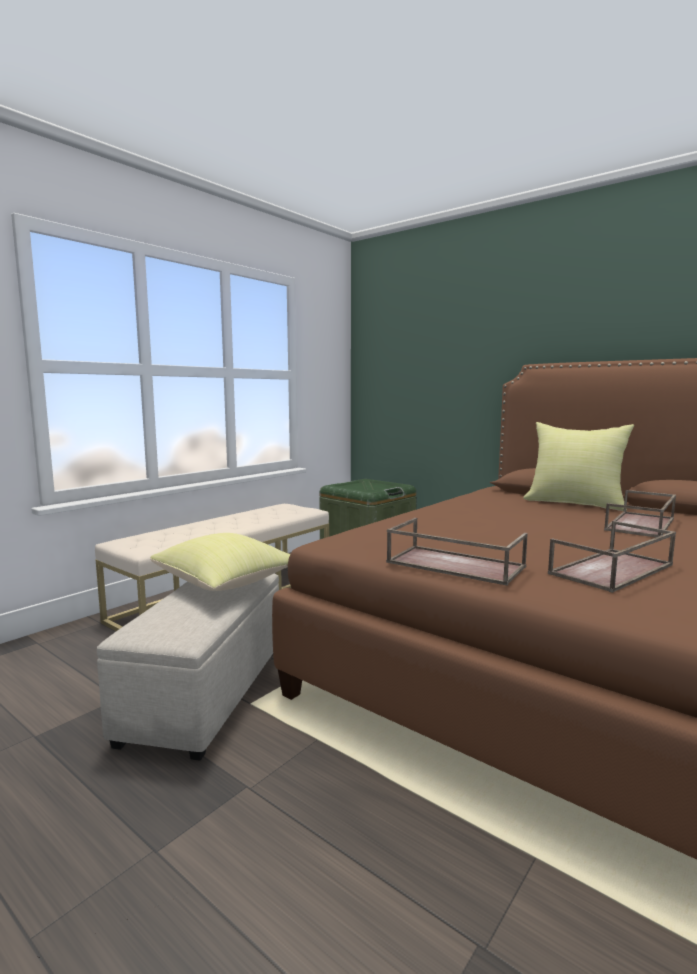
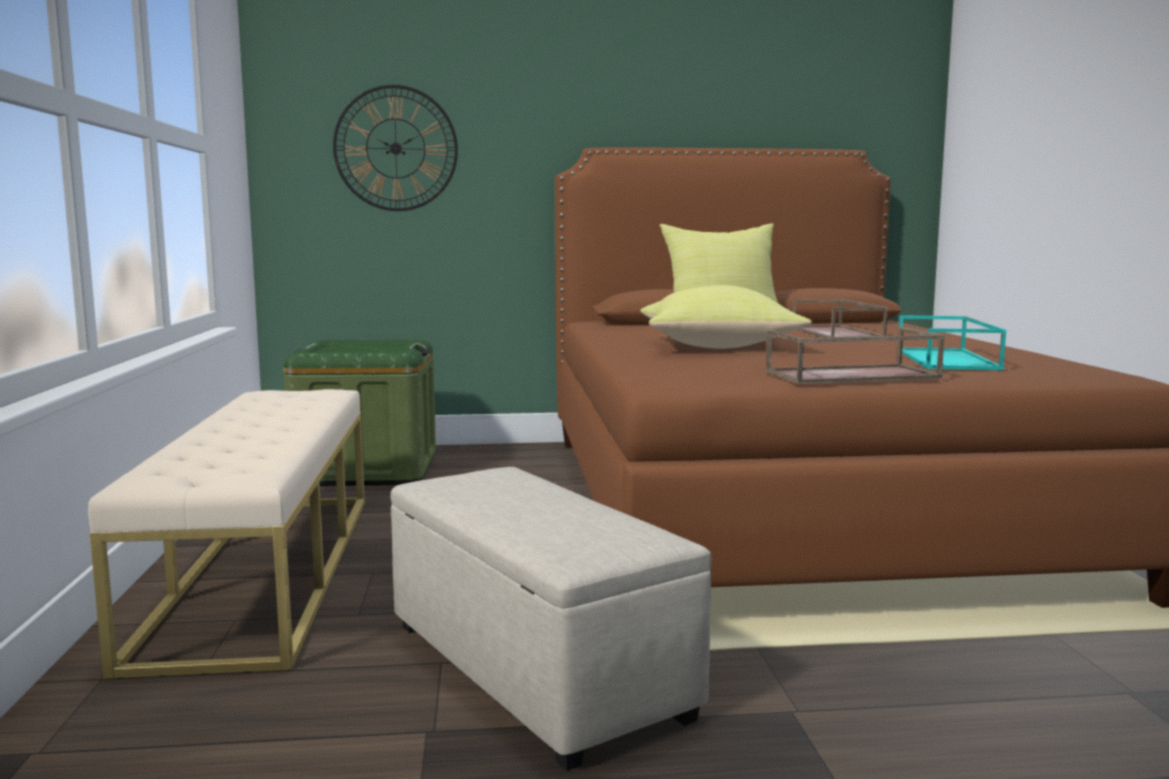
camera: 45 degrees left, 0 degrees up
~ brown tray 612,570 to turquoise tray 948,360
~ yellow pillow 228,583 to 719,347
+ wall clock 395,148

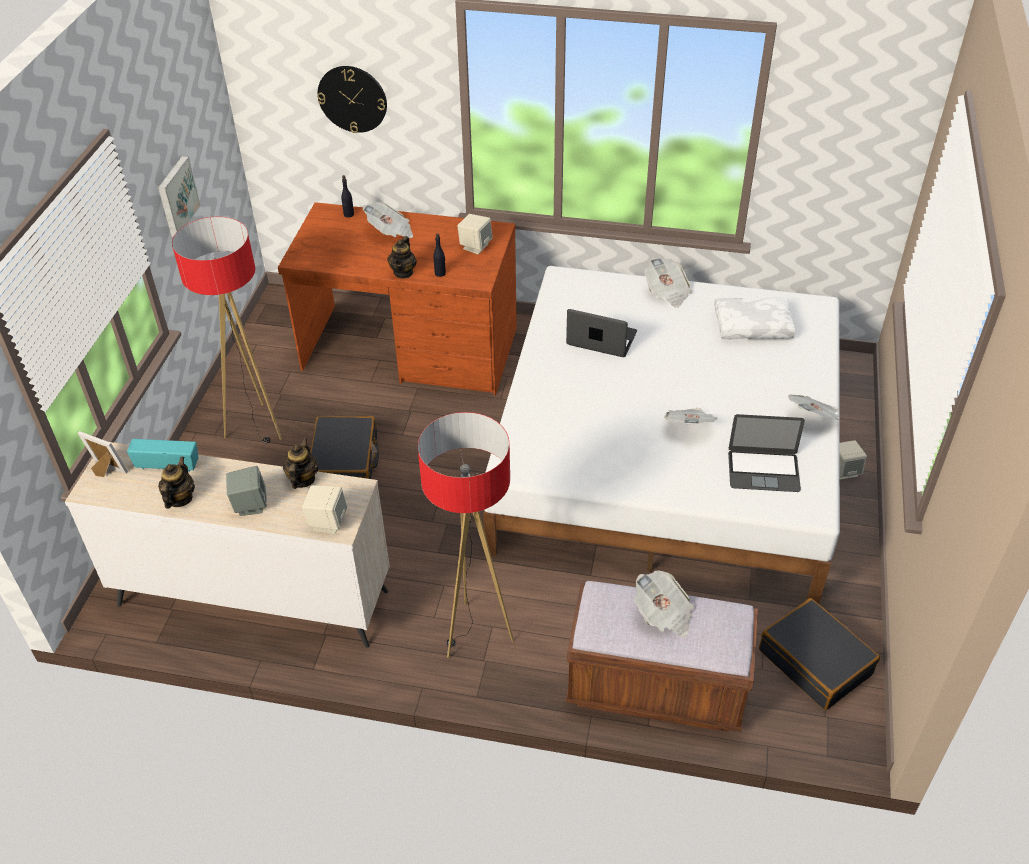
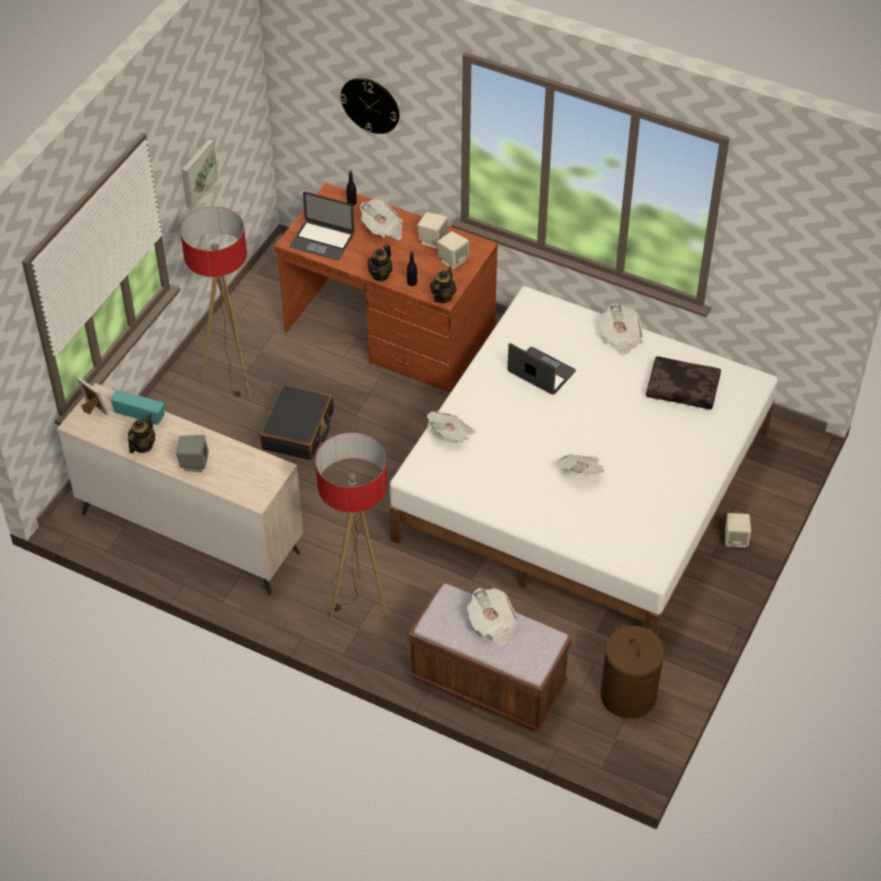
camera: 15 degrees right, 5 degrees up
~ white pillow 753,325 to brown pillow 683,388
~ newspaper 813,417 to 451,435
~ laptop 763,471 to 322,240
~ teapot 302,479 to 442,297
~ beige speaker 327,522 to 432,240
~ black suitcase 815,662 to brown laundry basket 628,695

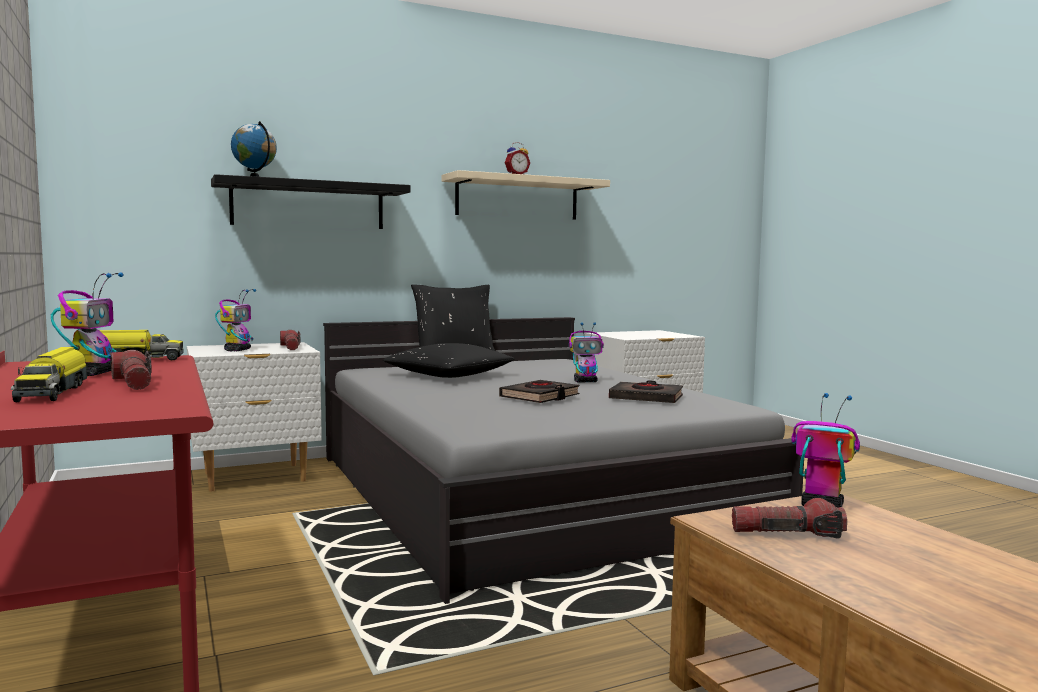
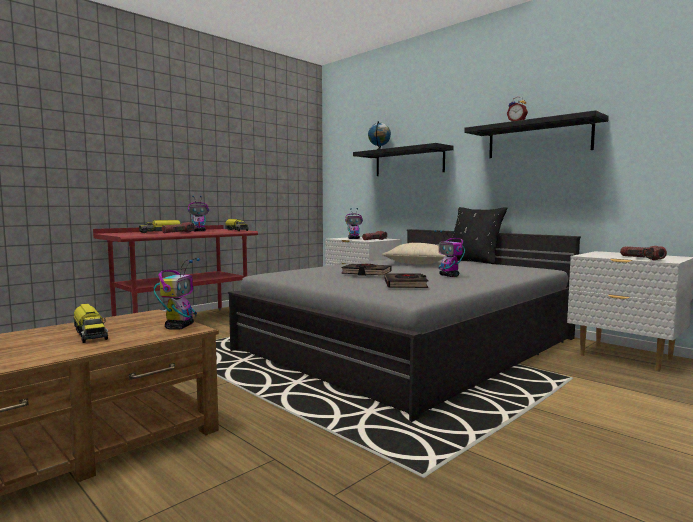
camera: 70 degrees right, 0 degrees up
~ beige shelf 517,198 to black shelf 538,139
~ black pillow 449,375 to beige pillow 418,263
~ flashlight 787,534 to 641,258
+ toy truck 90,333

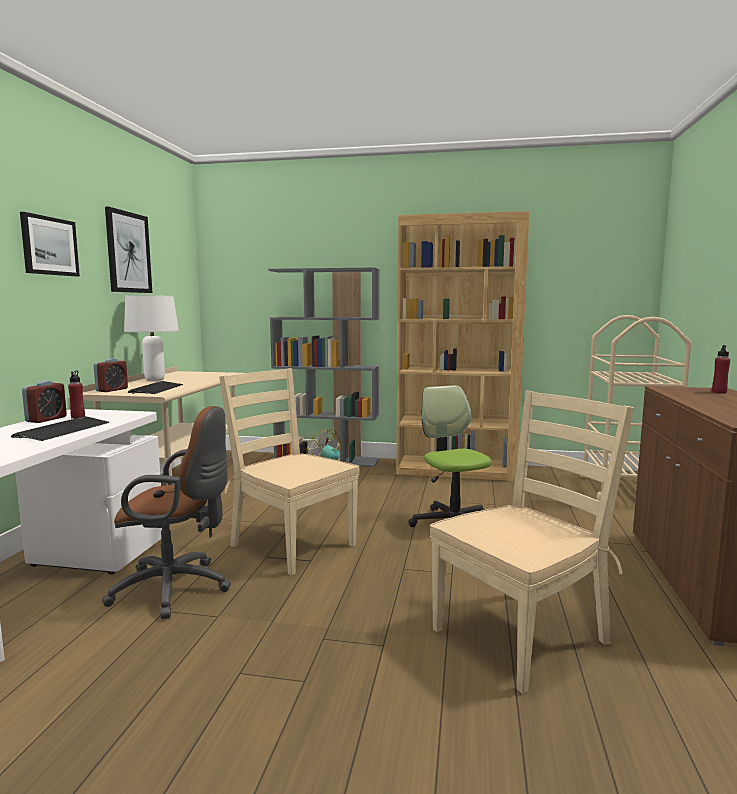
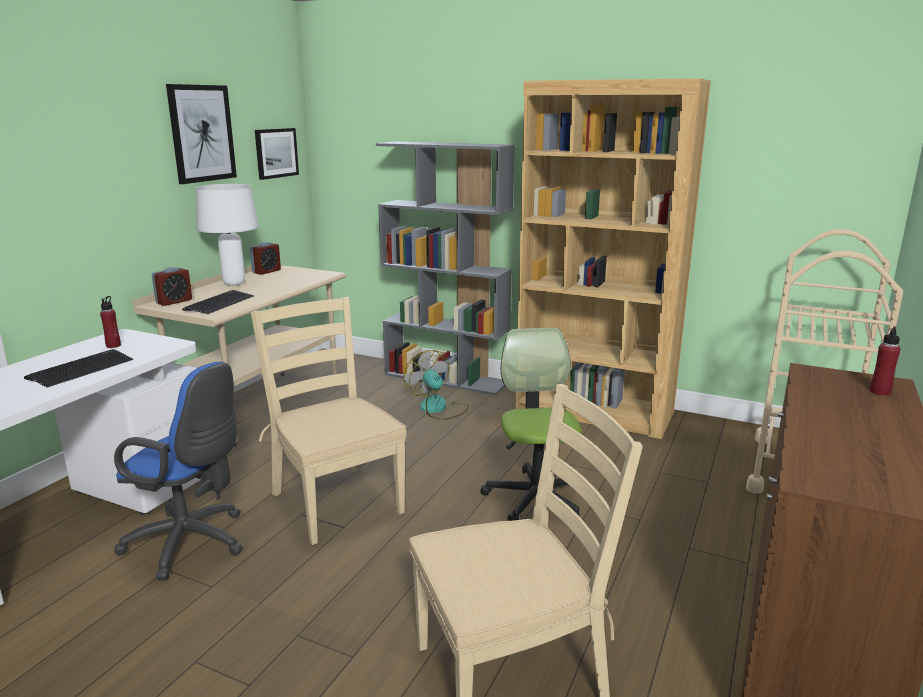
camera: 15 degrees right, 10 degrees up
~ picture 49,246 to 276,153
~ alarm clock 46,419 to 266,271
~ brown office chair 177,589 to blue office chair 192,544

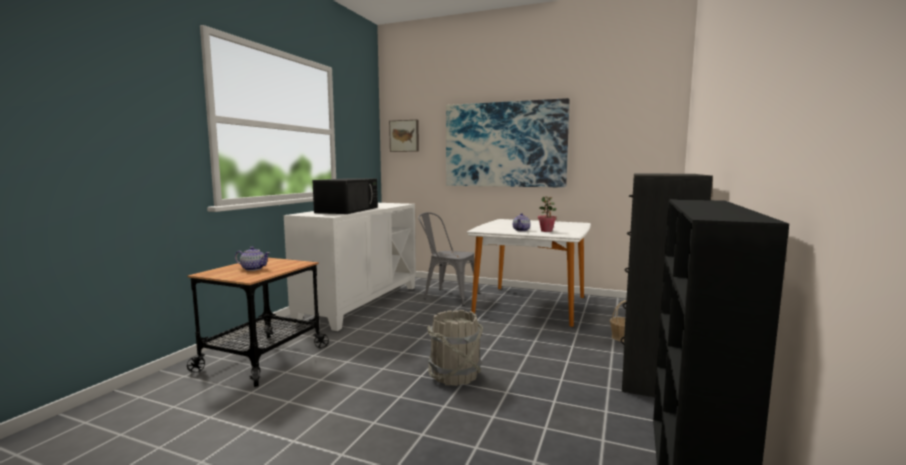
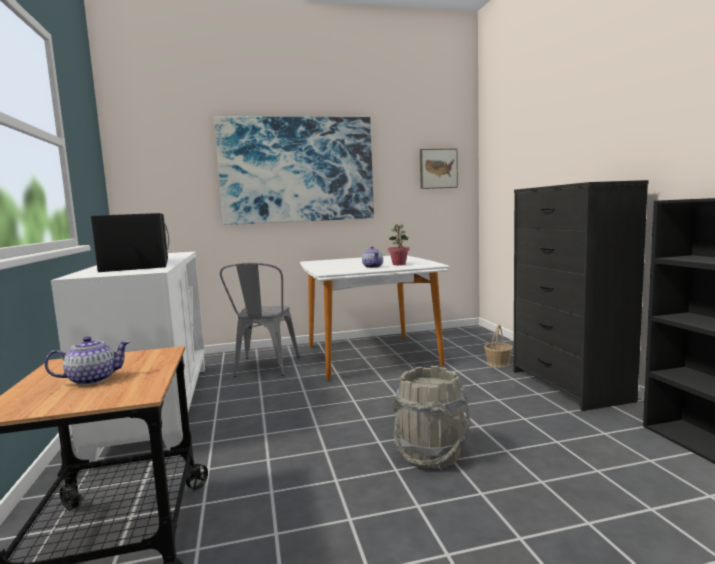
camera: 35 degrees left, 0 degrees up
~ picture 404,136 to 437,168
~ grey chair 447,296 = 264,368 75 degrees counterclockwise

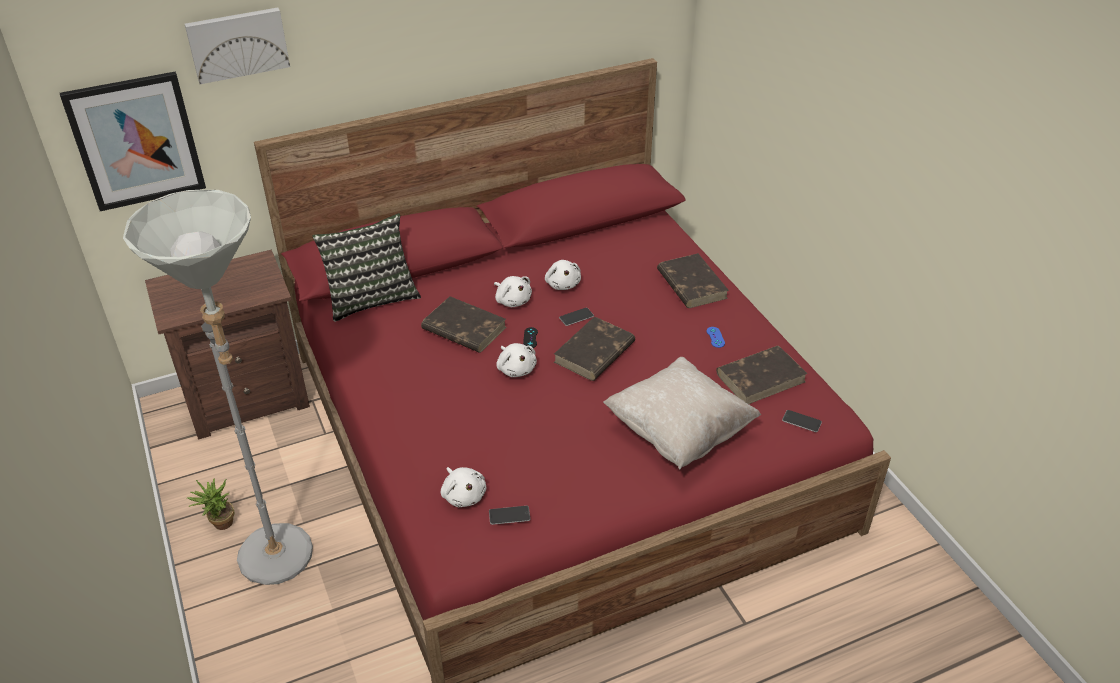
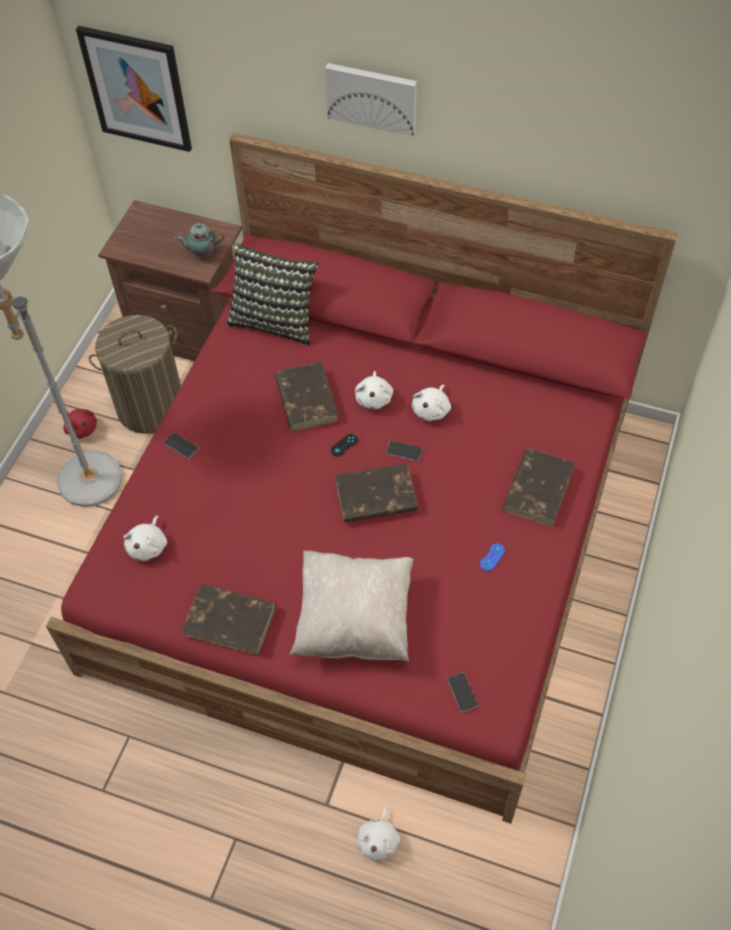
camera: 45 degrees right, 15 degrees up
~ picture 237,44 to 372,97
~ white plush toy 516,368 to 379,840
~ brown book 761,377 to 231,621
~ potted plant 219,525 to red plush toy 81,428
~ phone 509,515 to 181,445
+ teapot 202,254
+ laundry basket 151,407

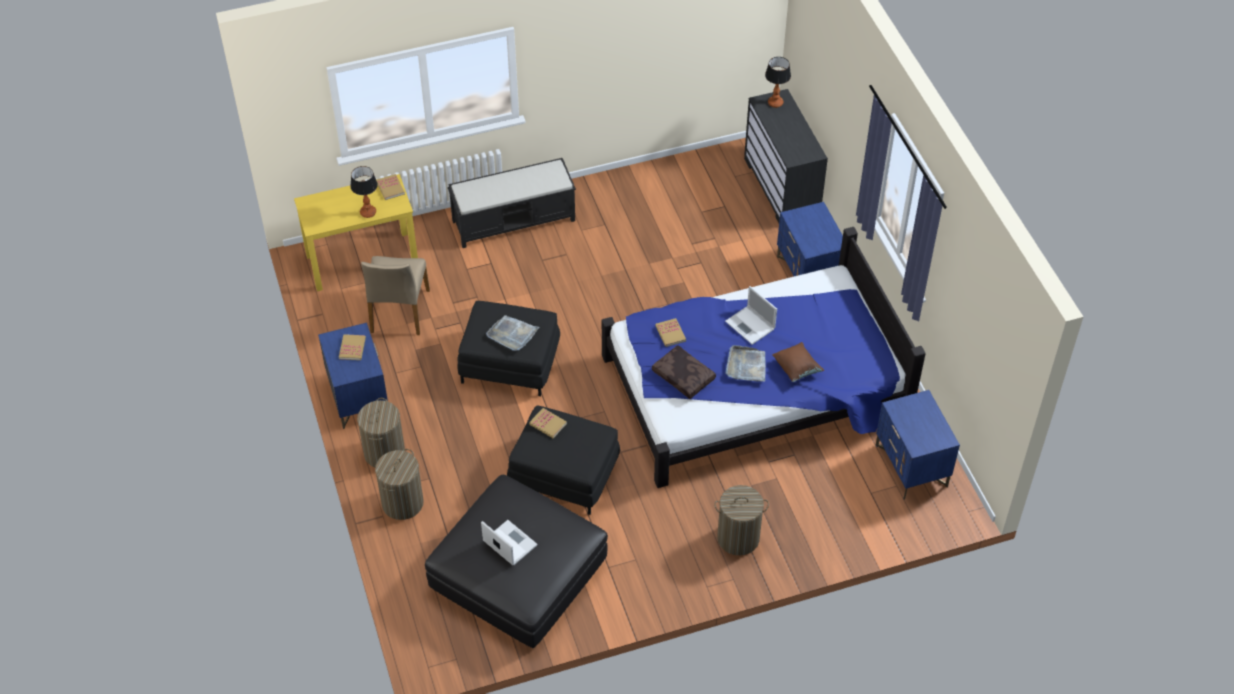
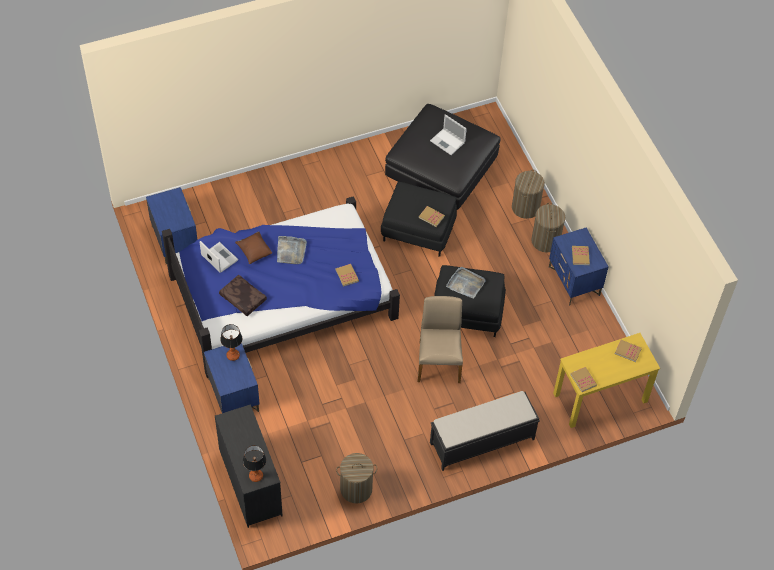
camera: 175 degrees right, 5 degrees up
~ table lamp 367,213 to 233,355
~ beige chair 399,311 to 438,361
~ laptop 751,326 to 219,257
~ brown pillow 684,376 to 242,298
~ laundry basket 738,538 to 356,489
+ book 628,351

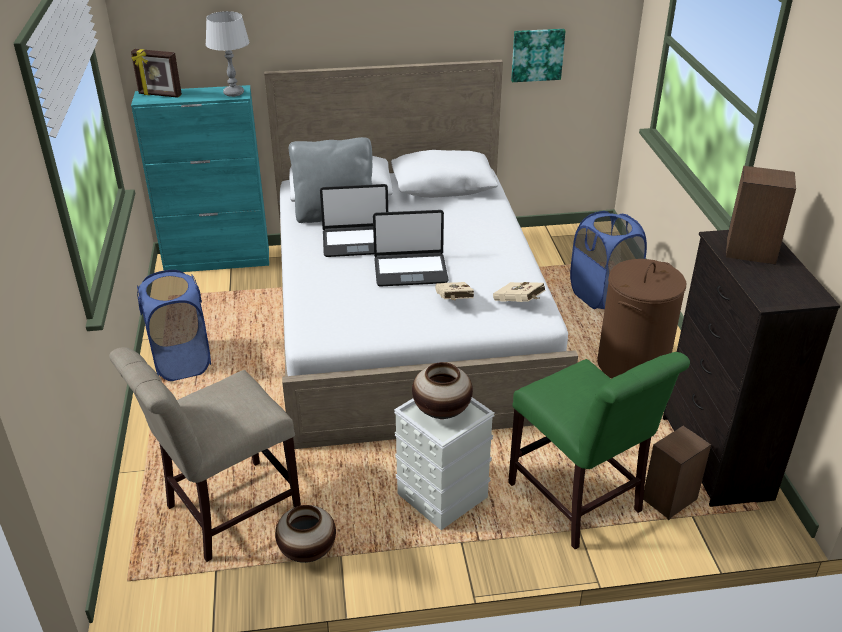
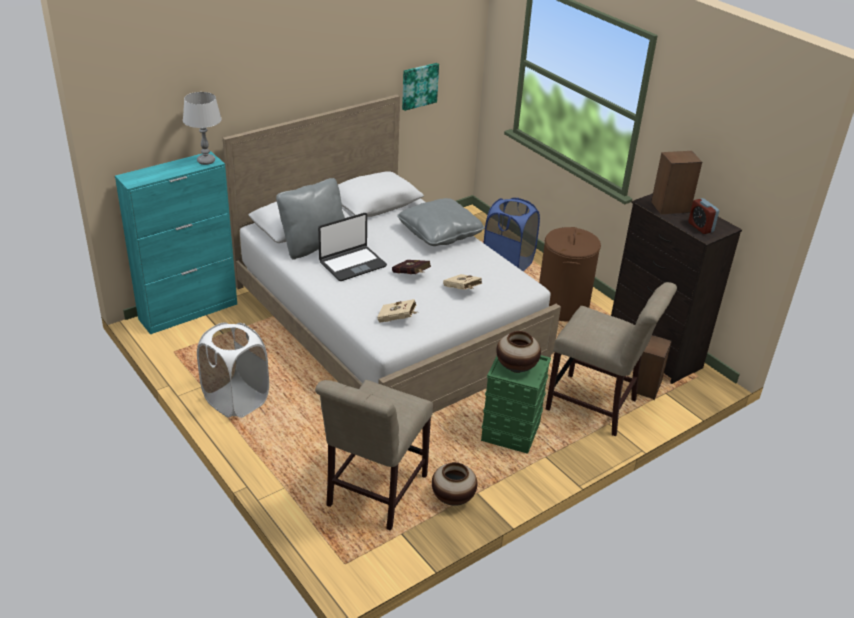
camera: 30 degrees left, 0 degrees up
- picture frame 160,95
~ laptop 410,270 to red book 411,275
~ blue laundry basket 181,362 to white laundry basket 236,400
~ beige book 519,303 to 398,319
~ green chair 578,502 to beige chair 596,407
~ grey storage box 442,497 to green storage box 511,433
+ grey pillow 440,233
+ alarm clock 700,227

